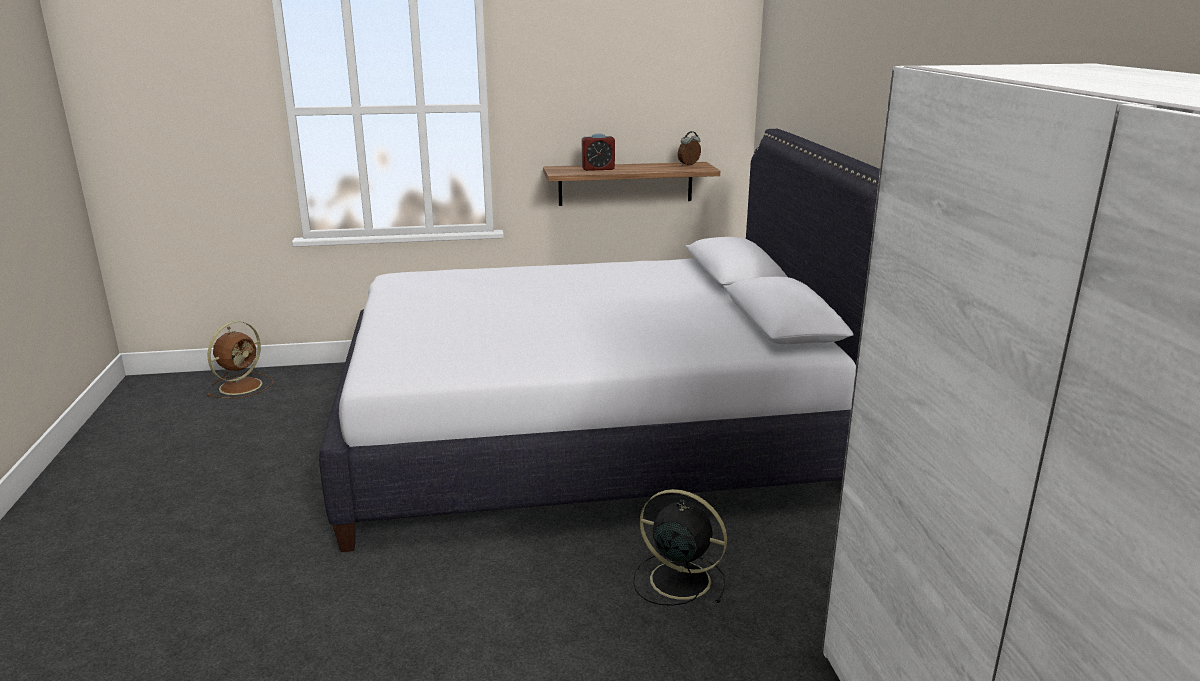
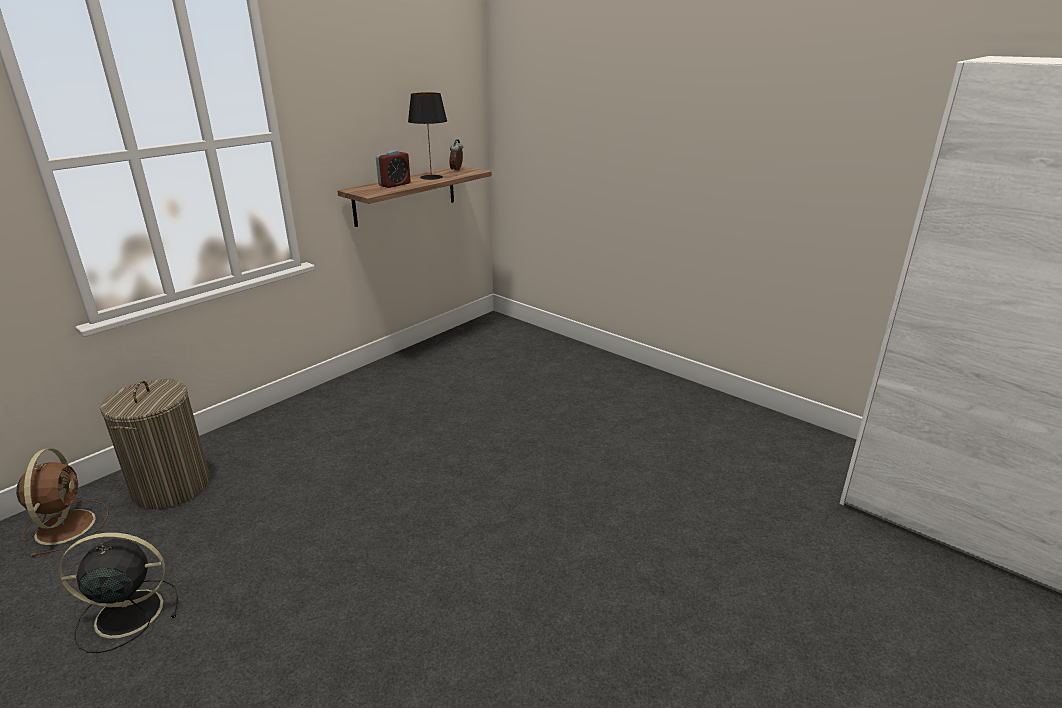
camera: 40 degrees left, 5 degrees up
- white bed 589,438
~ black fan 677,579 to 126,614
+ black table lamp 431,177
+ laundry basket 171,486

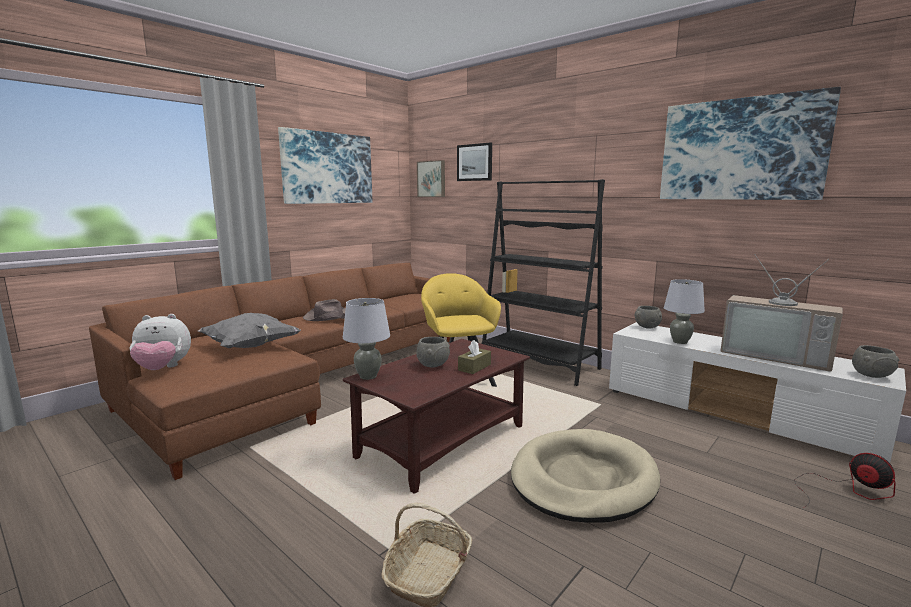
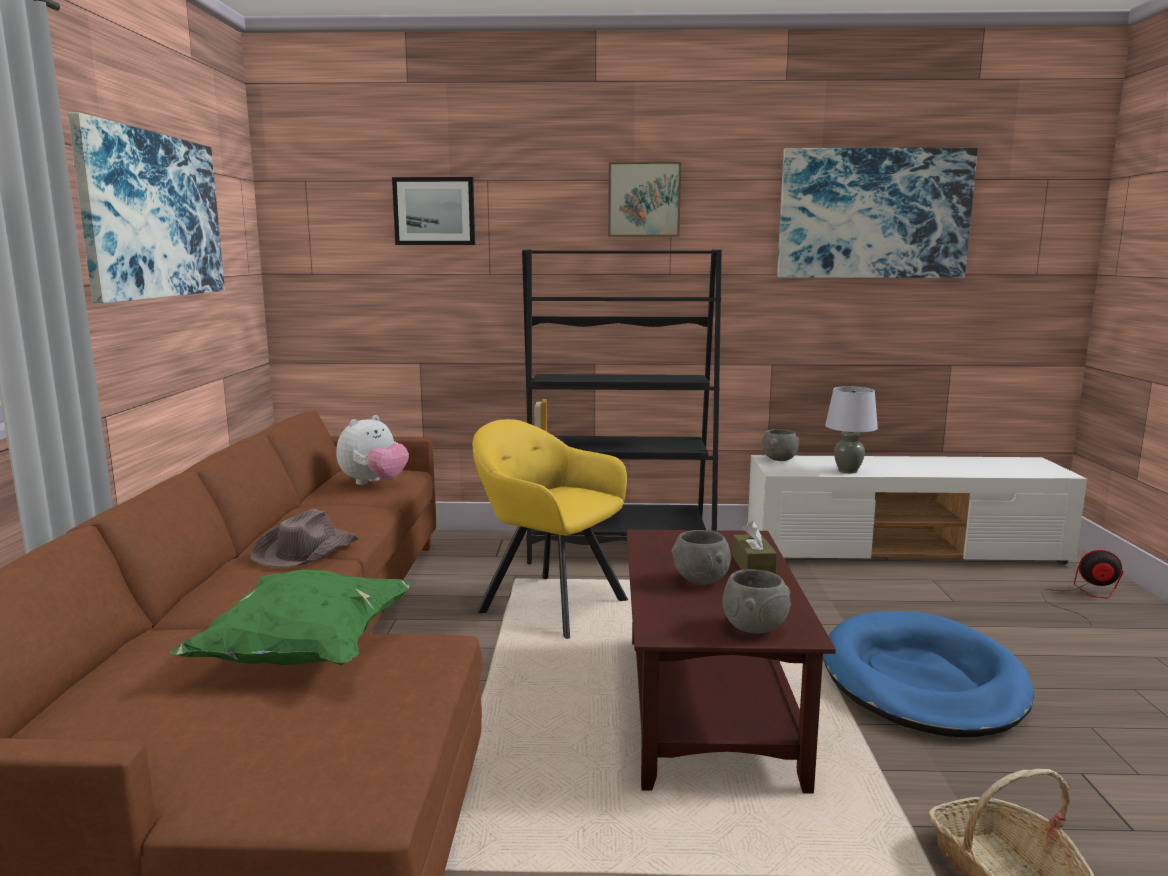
camera: 40 degrees left, 0 degrees up
~ picture 432,179 to 644,200
- television 776,355
- grey table lamp 368,376
~ grey pillow 250,347 to green pillow 305,654
~ plush toy 163,369 to 374,483
~ grey bowl 870,375 to 753,628
~ beige dog bed 582,479 to blue dog bed 922,681

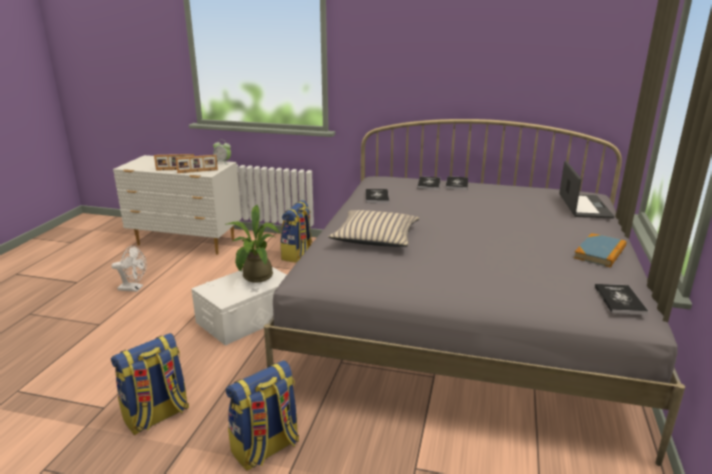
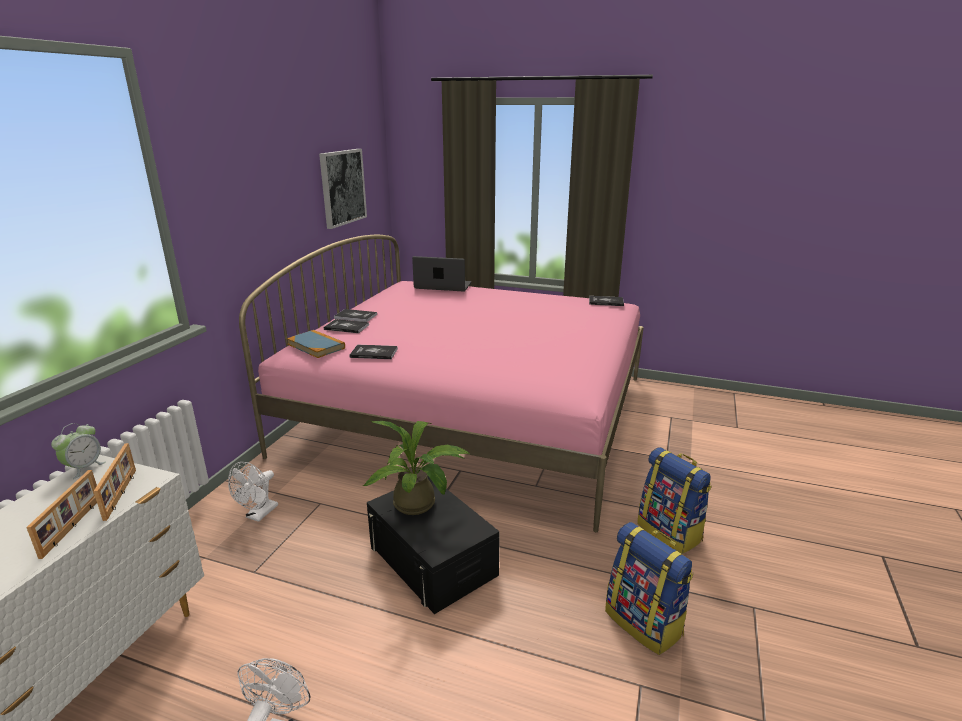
camera: 85 degrees left, 0 degrees up
~ grey bed 466,321 to pink bed 472,413
~ backpack 298,255 to white fan 259,515
- beige pillow 375,237
~ book 600,252 to 316,346
~ white storage box 247,317 to black storage box 432,559
+ picture 342,187

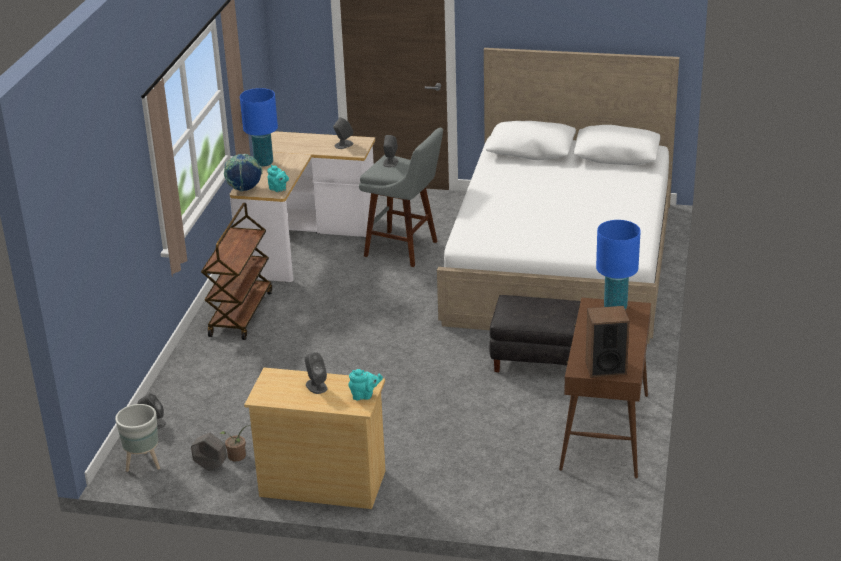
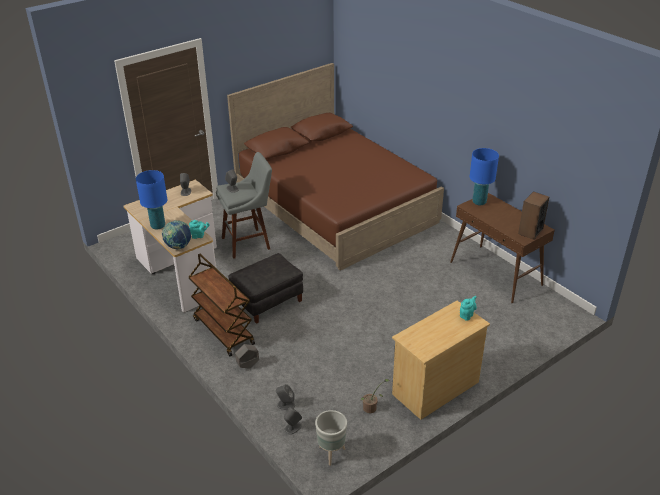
camera: 50 degrees left, 5 degrees up
~ white bed 562,261 to brown bed 335,206
~ black ottoman 539,358 to 267,301
~ grey speaker 316,386 to 285,405
~ grey planter 210,466 to 248,365

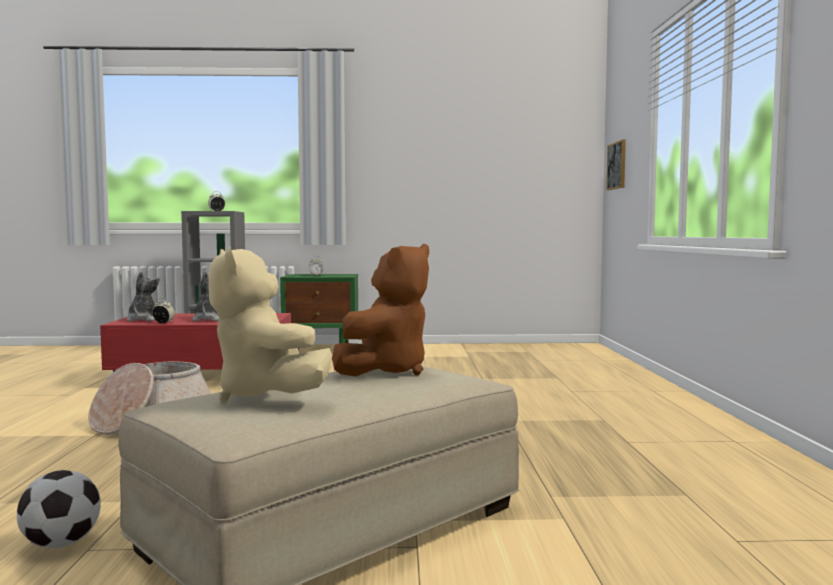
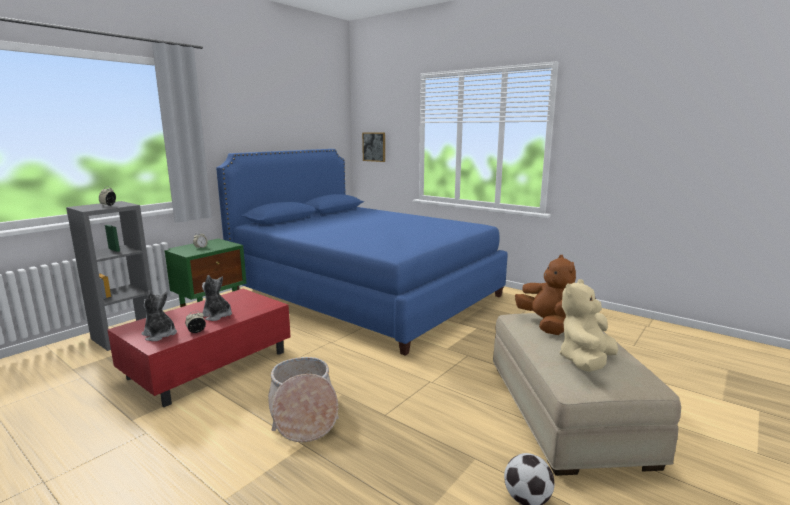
camera: 50 degrees left, 10 degrees up
~ beige plush toy 266,396 = 585,362 120 degrees clockwise
+ blue bed 364,294

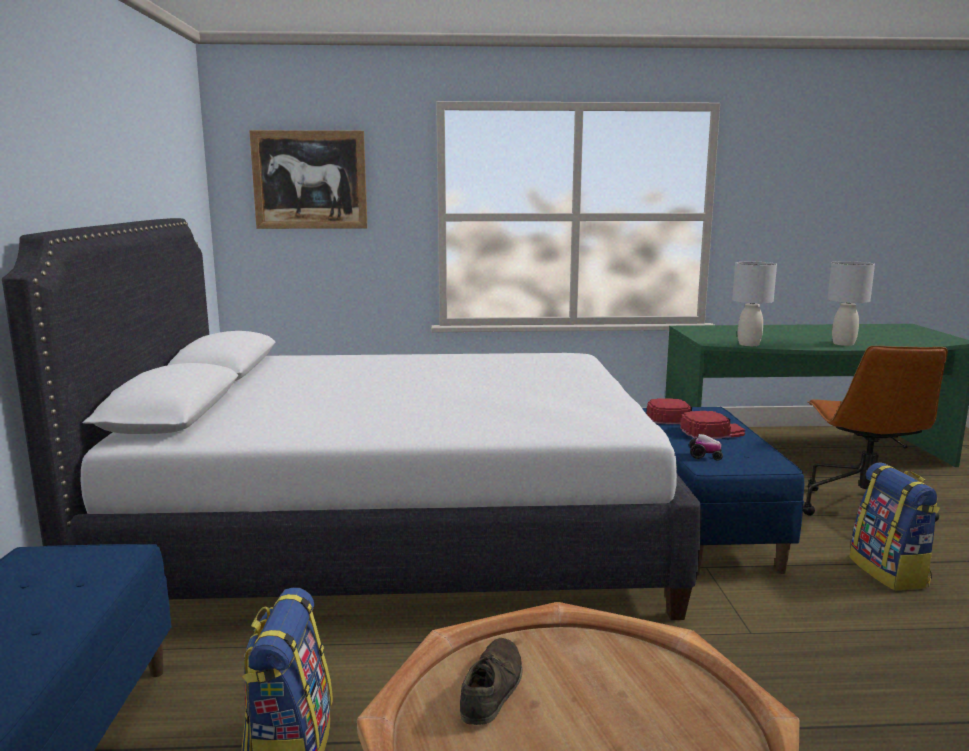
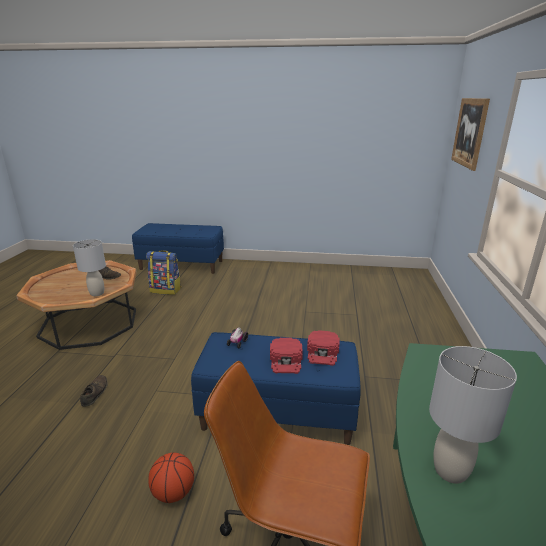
camera: 100 degrees right, 10 degrees up
- white bed 395,533
~ grey table lamp 748,344 to 97,293
~ backpack 890,572 to basketball 174,492
+ brown shoe 95,393

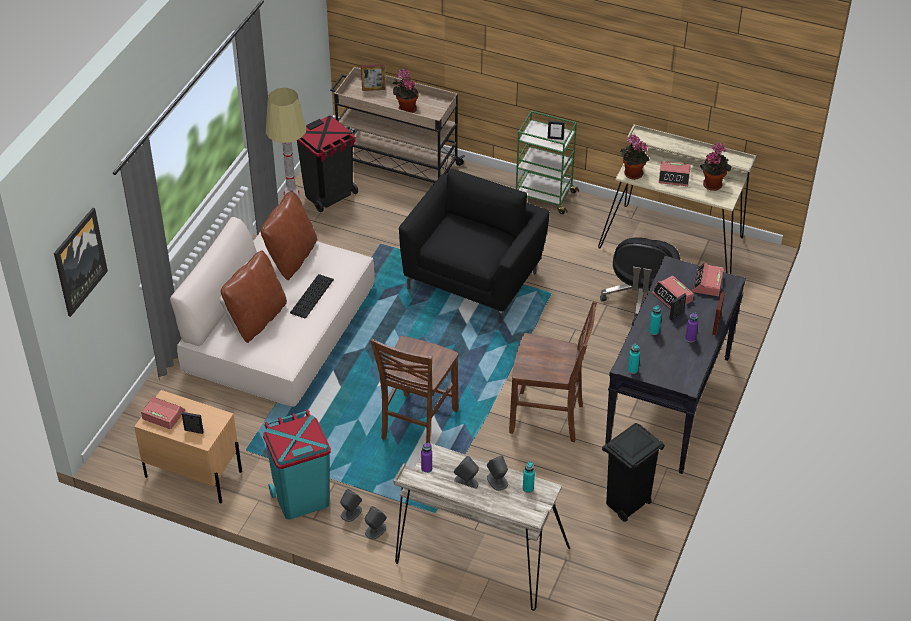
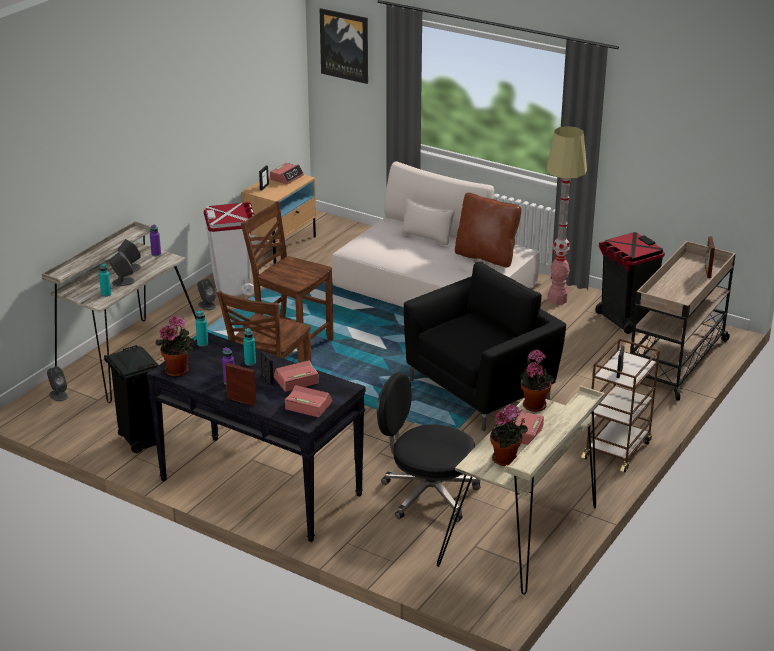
camera: 100 degrees right, 15 degrees down
~ potted plant 406,108 to 178,370
~ green cart 544,196 to brown cart 617,450
~ black armchair 474,279 = 482,390 75 degrees counterclockwise
- brown pillow 257,319
- keyboard 312,296
~ turquoise trash can 301,498 to white trash can 233,286
~ grey speaker 375,530 to 58,395

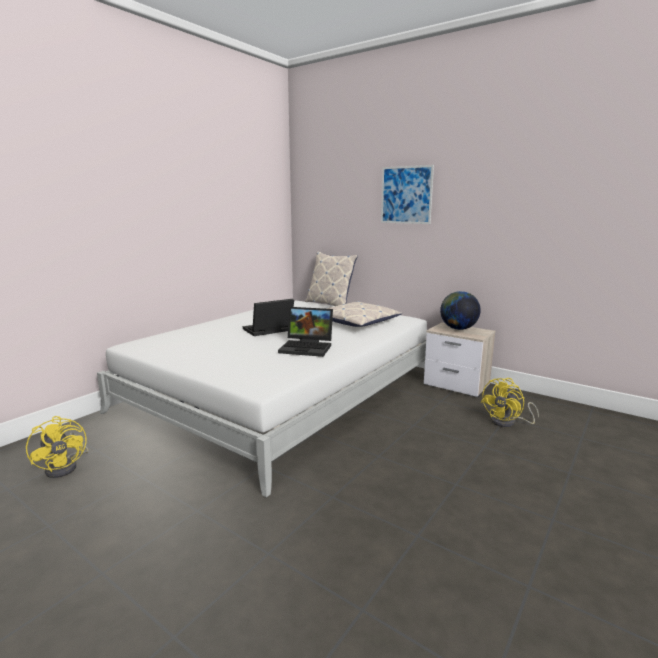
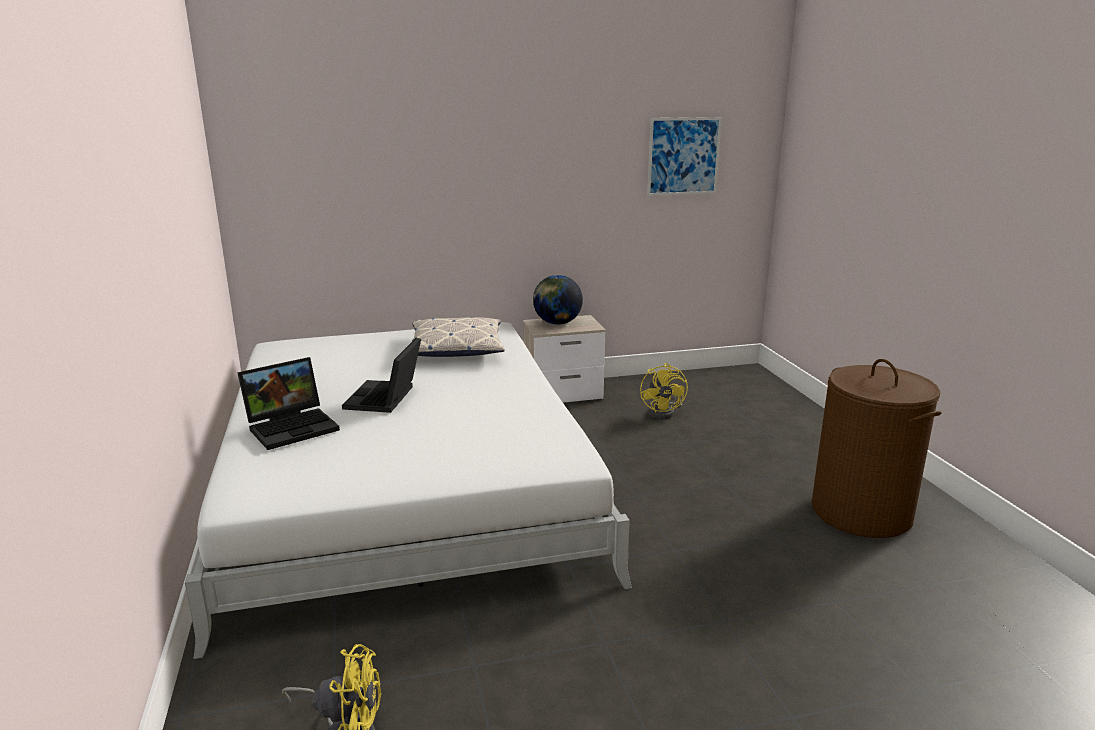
camera: 50 degrees left, 5 degrees up
~ picture 406,195 to 683,156
- pillow 330,304
~ laptop 308,347 to 293,426
+ brown laundry basket 862,512

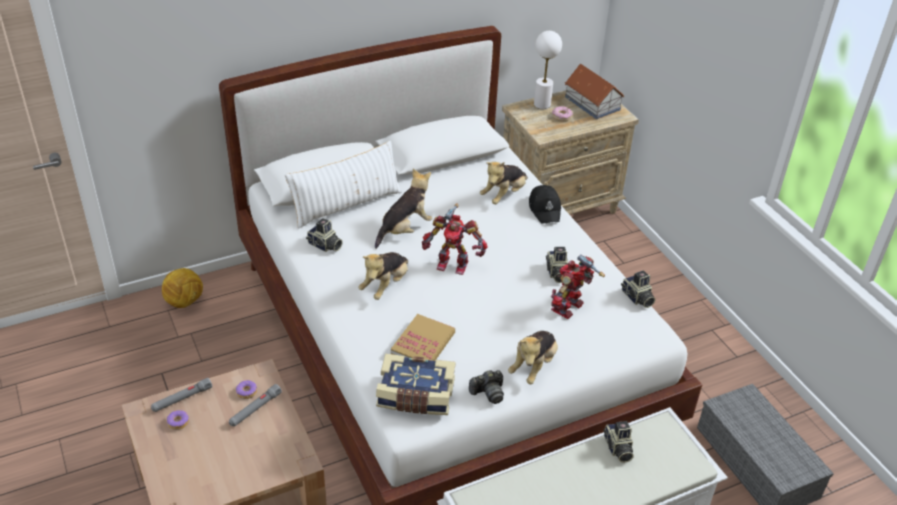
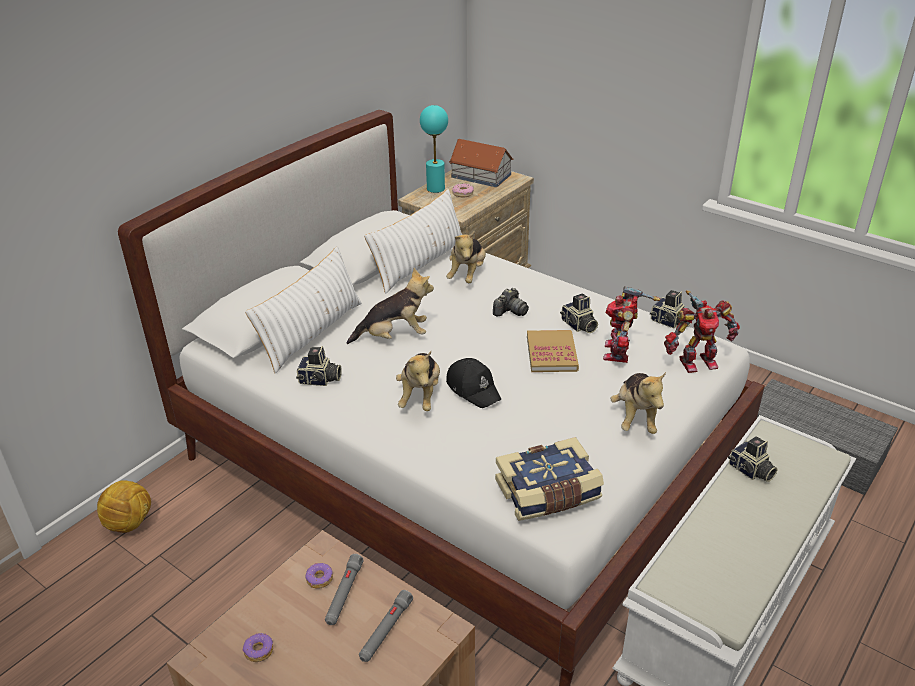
camera: 25 degrees left, 5 degrees down
~ white table lamp 542,104 to turquoise table lamp 436,188
~ plush toy 404,229 = 394,336 60 degrees clockwise
~ black cap 545,209 to 473,388
~ toy robot 453,264 to 696,361
~ book 423,343 to 551,353
~ photo camera 488,393 to 510,311
~ grey flashlight 182,399 to 386,630
+ white pillow 419,264

